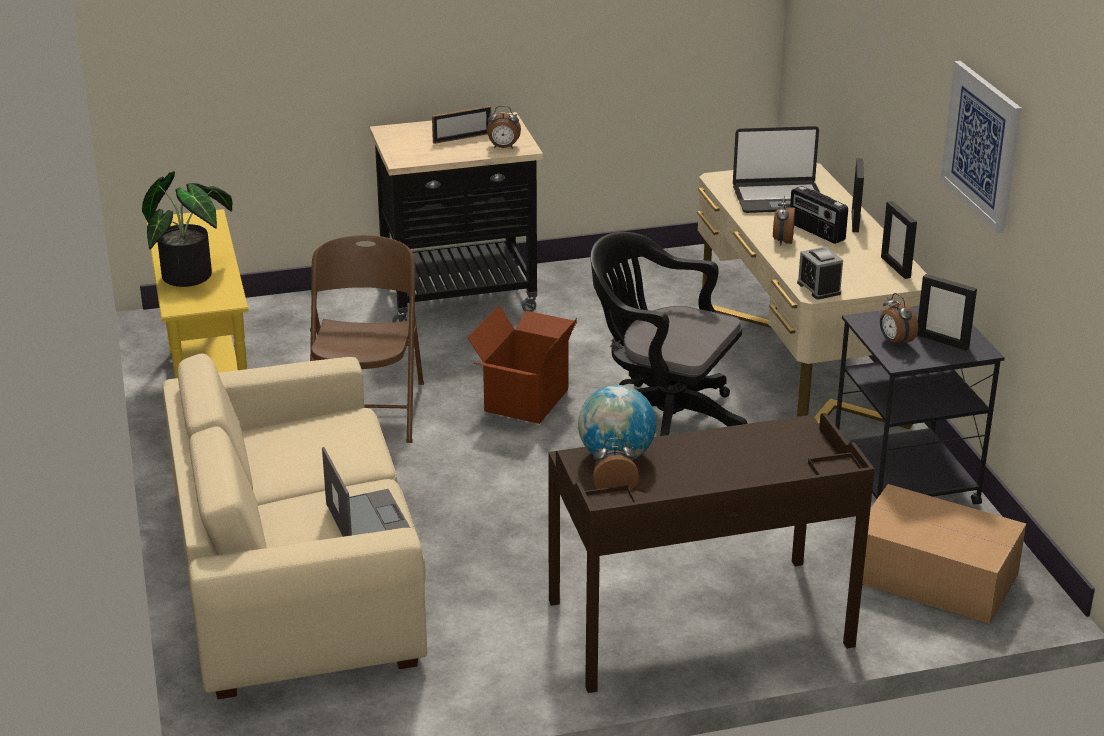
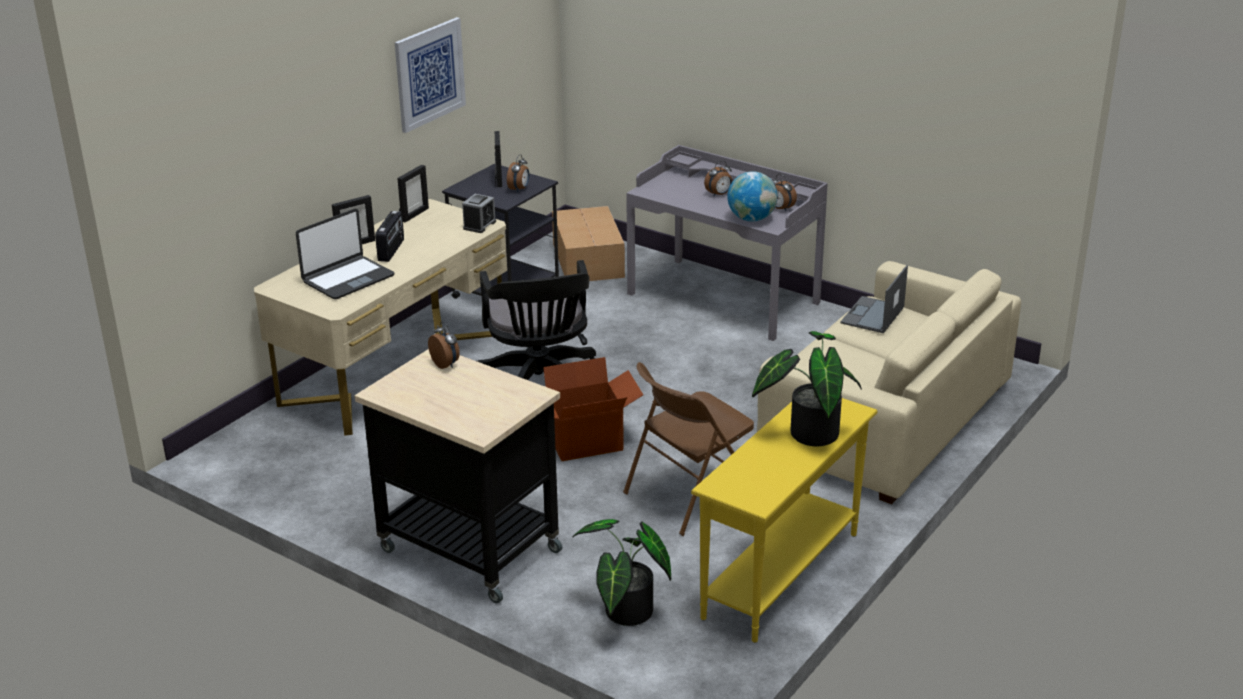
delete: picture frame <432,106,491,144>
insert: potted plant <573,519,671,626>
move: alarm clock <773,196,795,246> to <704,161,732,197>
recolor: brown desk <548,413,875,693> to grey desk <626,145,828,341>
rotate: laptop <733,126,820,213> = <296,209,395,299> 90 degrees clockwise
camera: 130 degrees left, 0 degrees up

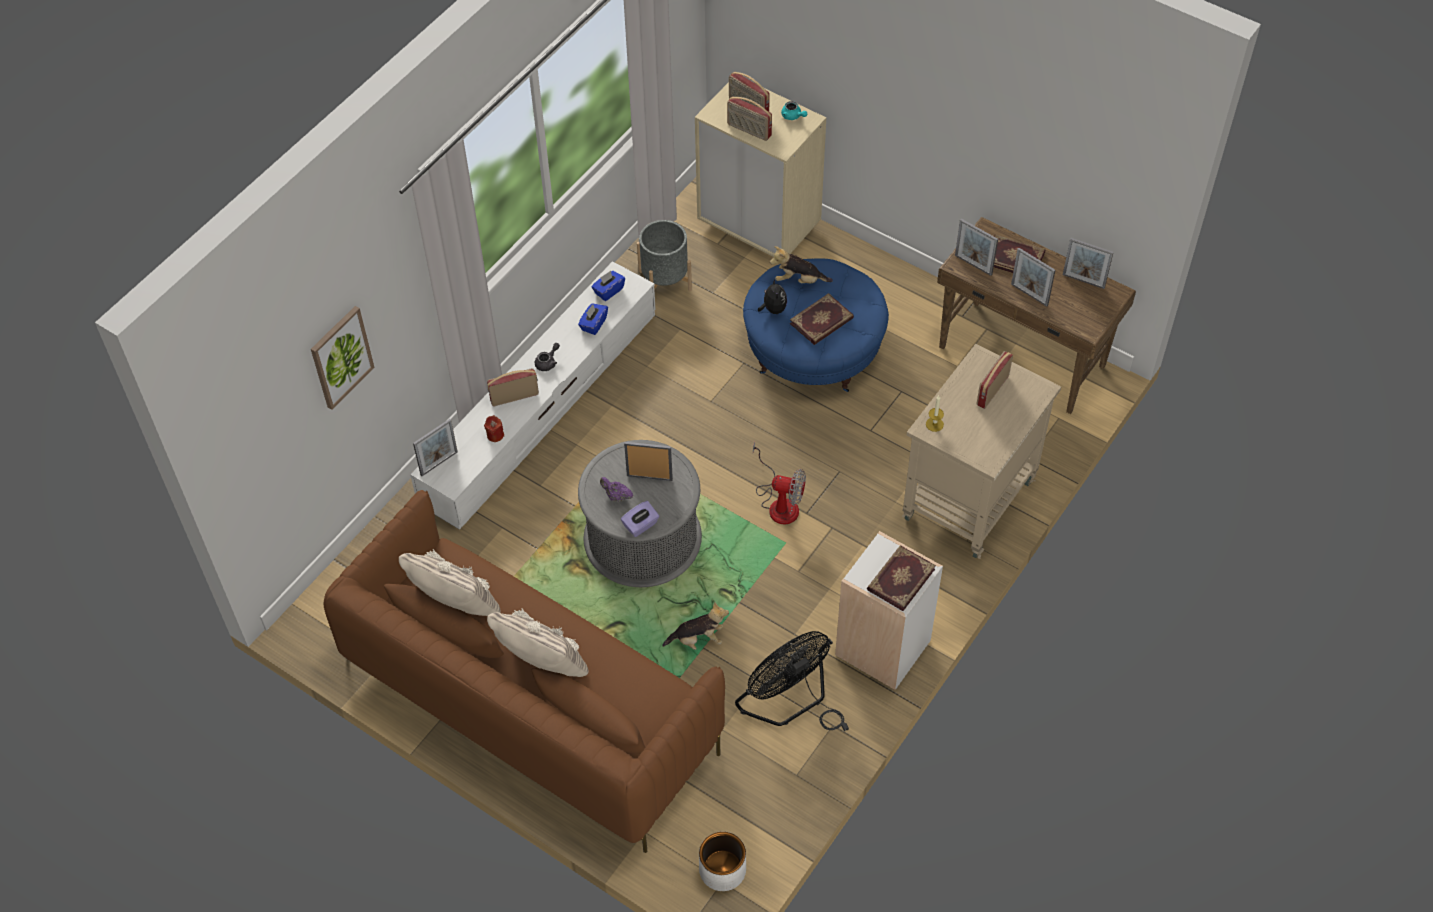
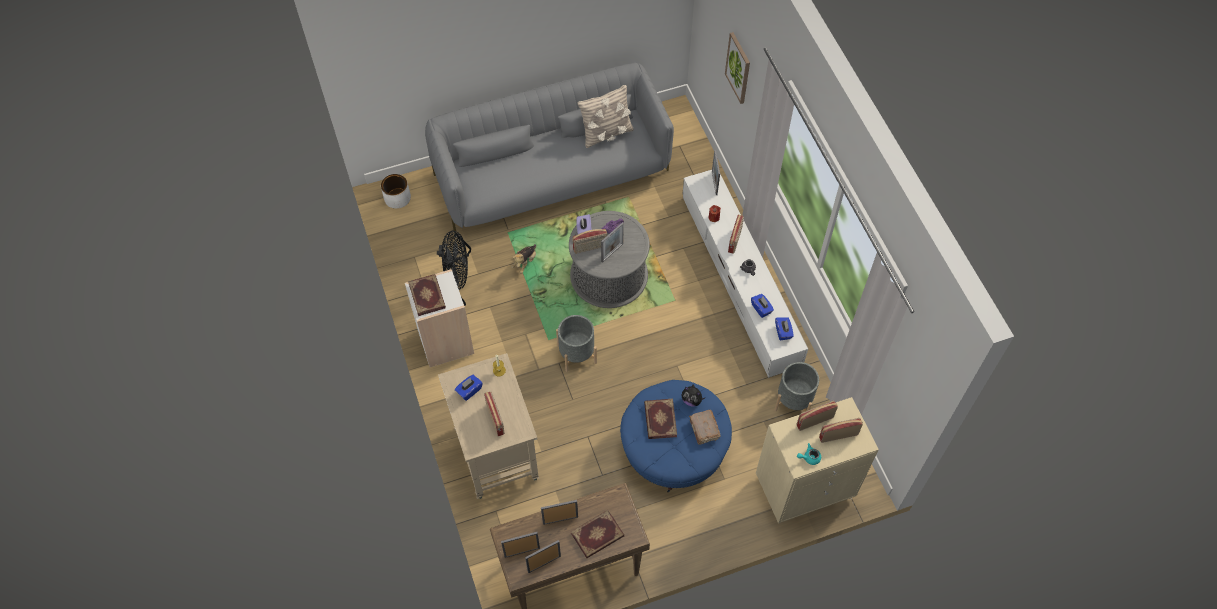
delete: beige pillow <487,609,588,677>
insert: blue tissue box <455,375,483,401>; radio <572,229,607,254>
move: picture frame <955,219,998,276> to <501,532,540,558>
replace: fan <753,442,806,525> to grey planter <556,315,597,372>; plush toy <770,246,833,284> to brown book <689,410,721,444>
recolor: brown sofa <324,490,725,853> to grey sofa <425,63,674,233>
camera: 125 degrees right, 5 degrees up

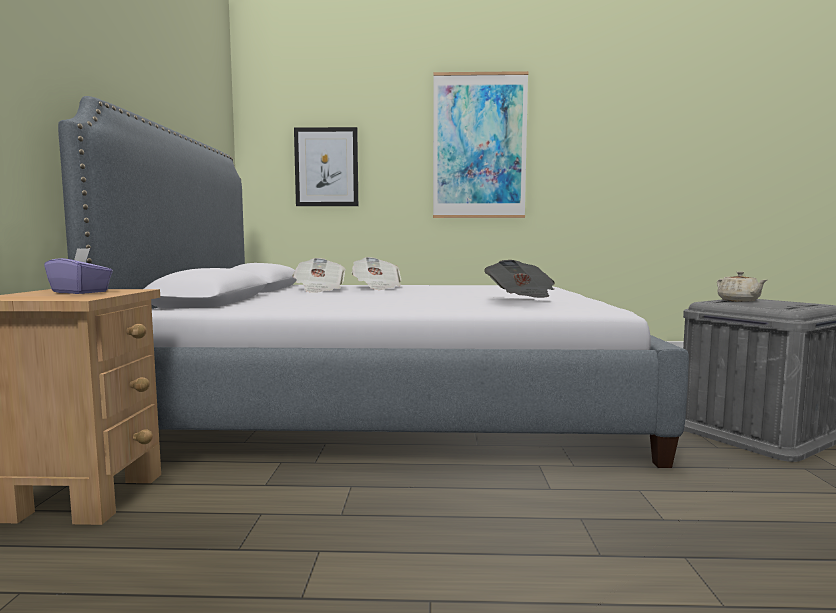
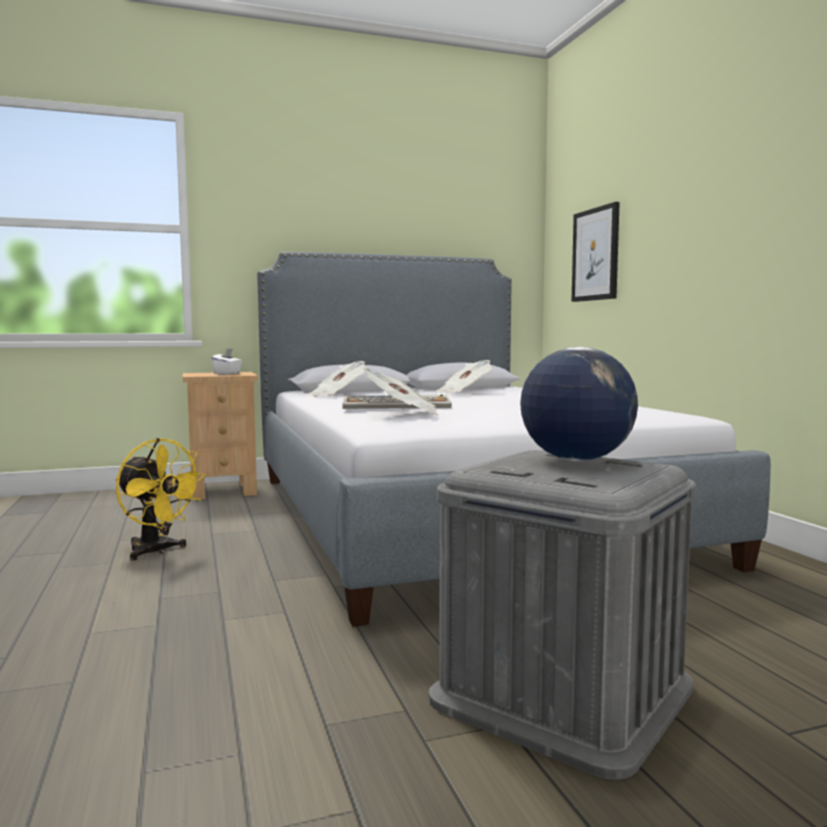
delete: picture <433,71,528,218>
insert: yellow fan <116,438,206,561>; keyboard <343,395,452,409>
move: newspaper <352,257,401,290> to <308,361,368,397>
replace: beige teapot <717,271,767,302> to globe <520,347,638,461>
recolor: purple tissue box <44,248,113,294> to white tissue box <211,349,242,374>
camera: 70 degrees right, 0 degrees up

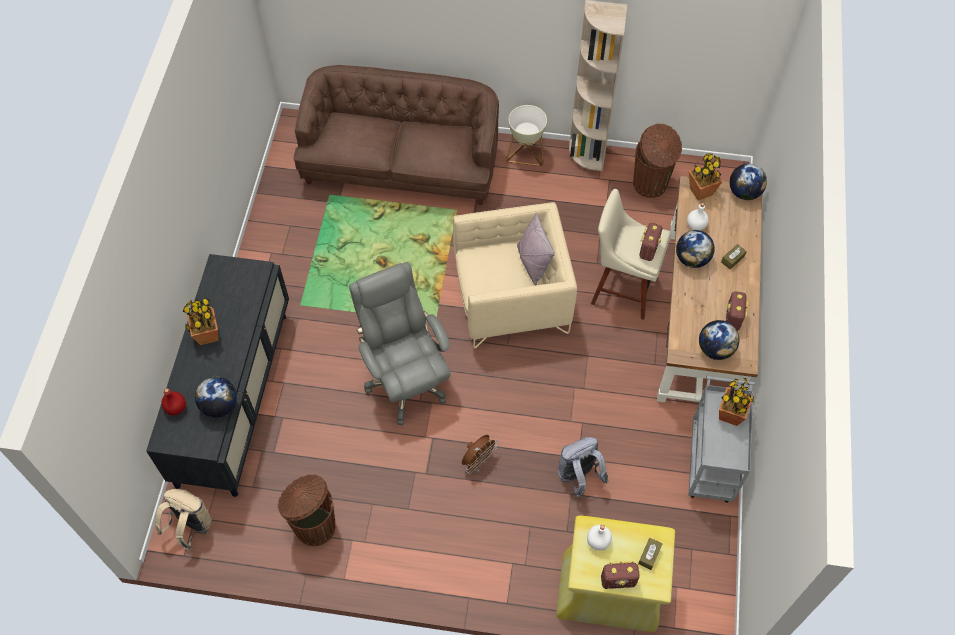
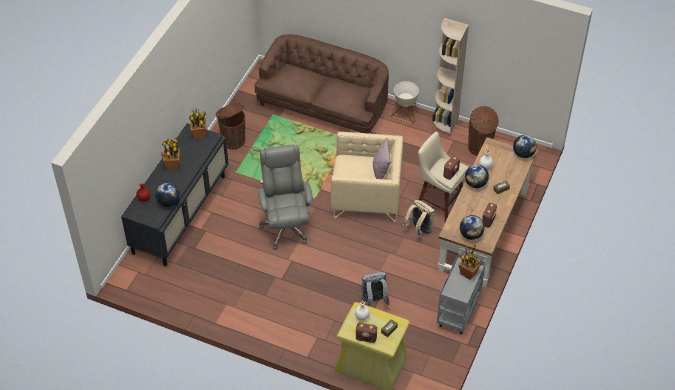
delete: brown fan <462,435,498,474>
move: beige backpack <155,489,212,550> to <403,200,435,238>; brown trash can <278,474,336,546> to <216,103,245,149>; potted plant <689,153,722,200> to <189,108,207,139>
camera: 15 degrees right, 10 degrees down

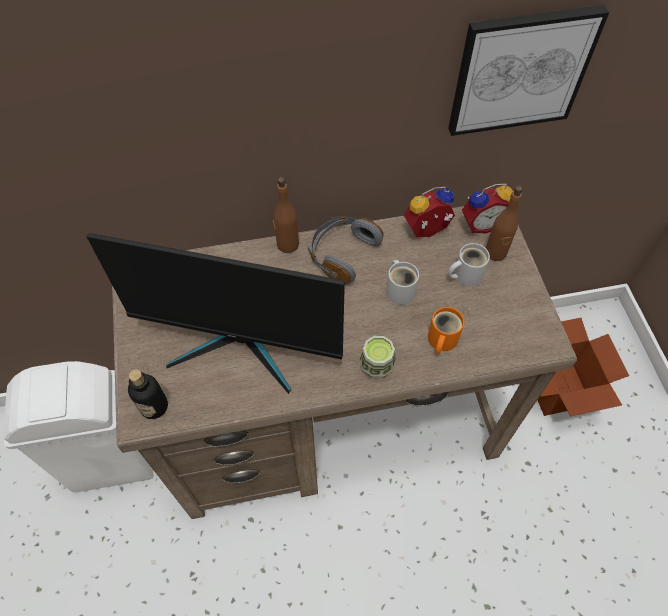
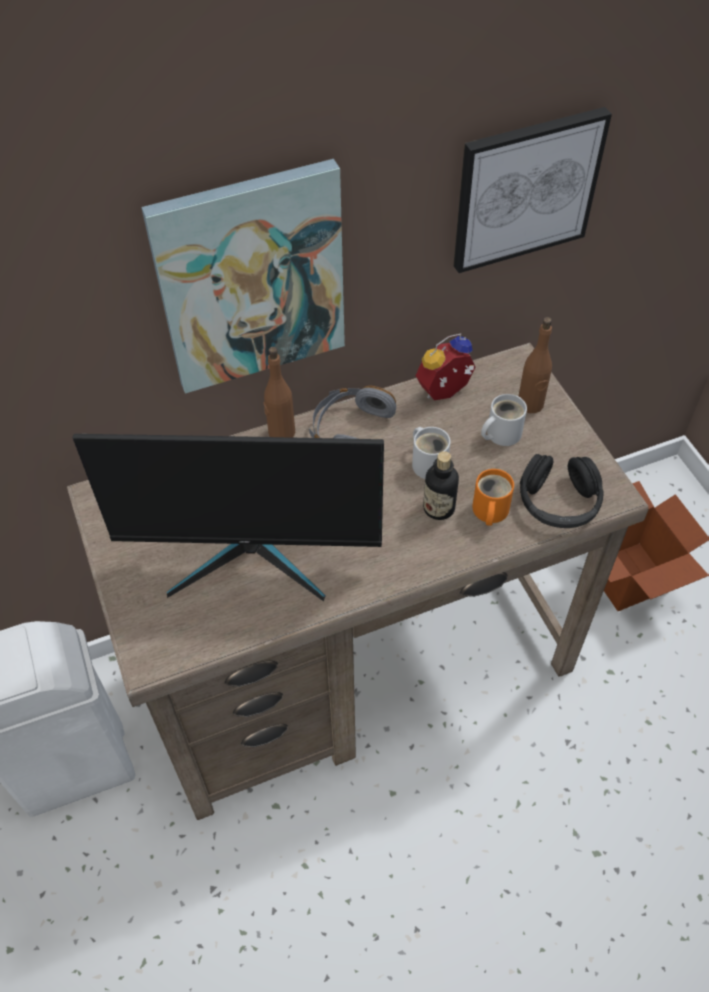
delete: cup <359,336,395,378>; alarm clock <462,184,513,233>
insert: picture <141,159,345,393>; black headphones <520,454,604,528>
move: bottle <128,369,168,419> to <423,451,459,520>
camera: 10 degrees left, 5 degrees down

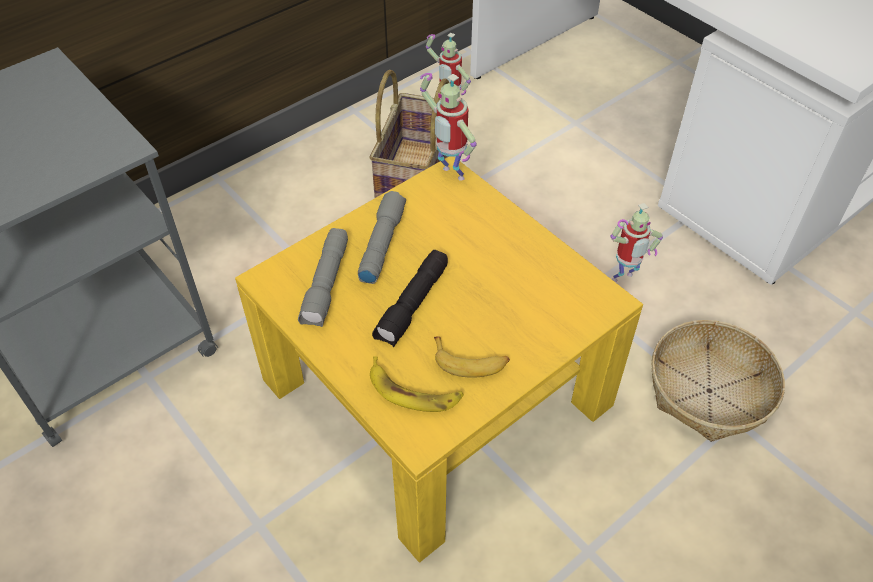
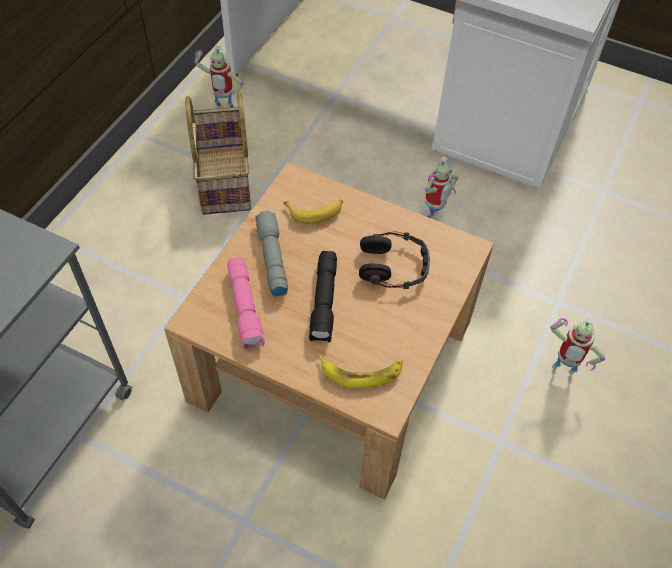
delete: basket <651,320,785,442>
insert: headphones <359,232,430,289>
move: toy robot <420,73,477,181> to <550,317,605,374>; banana <434,336,510,378> to <283,200,343,224>
recolor: yellow coffee table <235,157,643,562> to brown coffee table <164,162,494,500>; grey flashlight <298,228,348,327> to pink flashlight <227,257,265,350>
camera: 25 degrees left, 5 degrees up

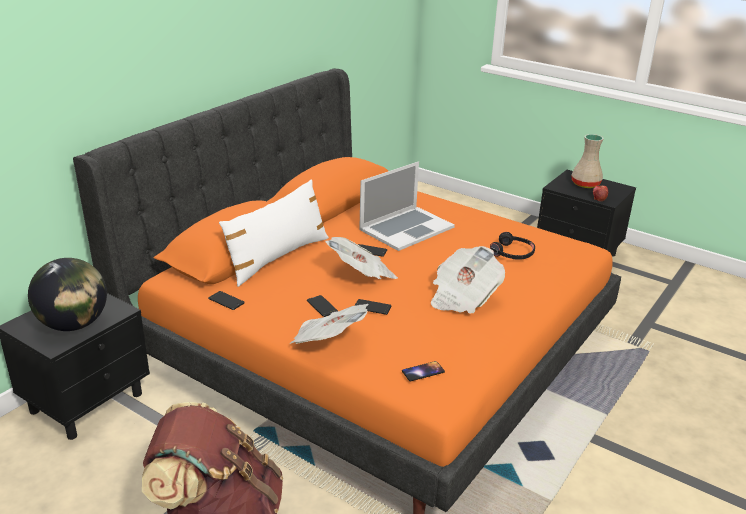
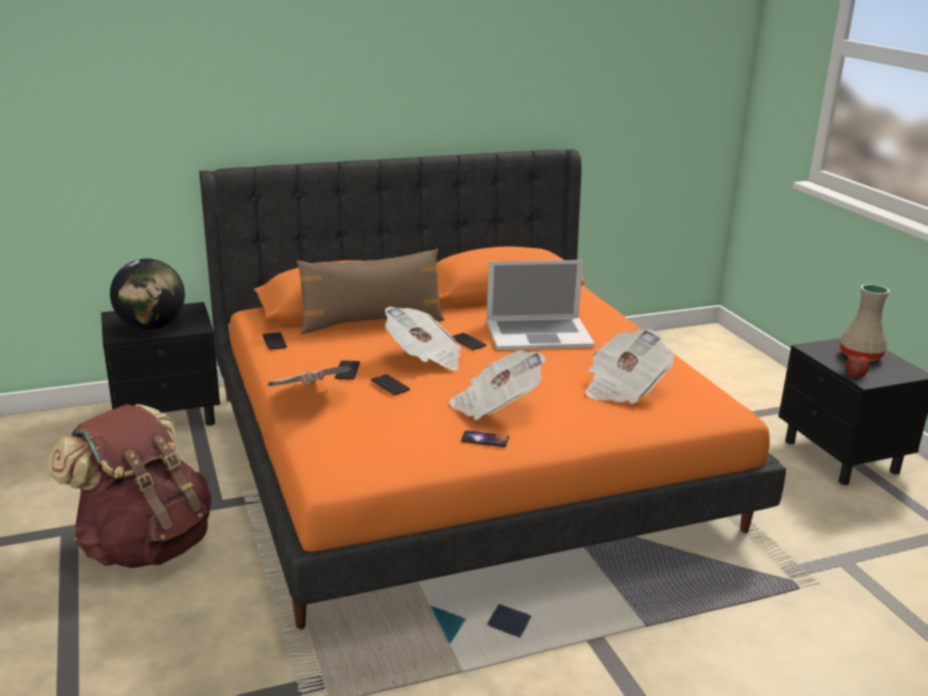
move: phone <402,361,445,381> to <461,431,509,447>
replace: black headphones <490,232,535,260> to newspaper <586,329,674,403>
recolor: white pillow <219,179,329,287> to brown pillow <297,249,445,334>
camera: 35 degrees right, 5 degrees down

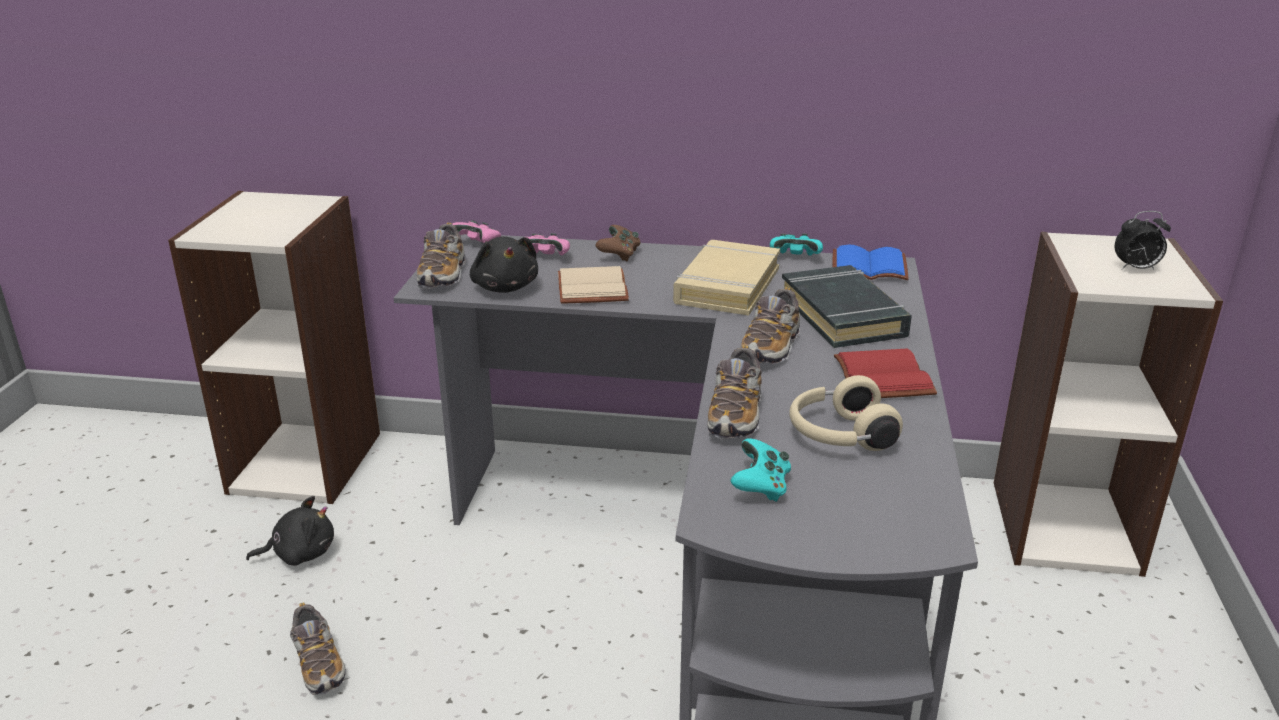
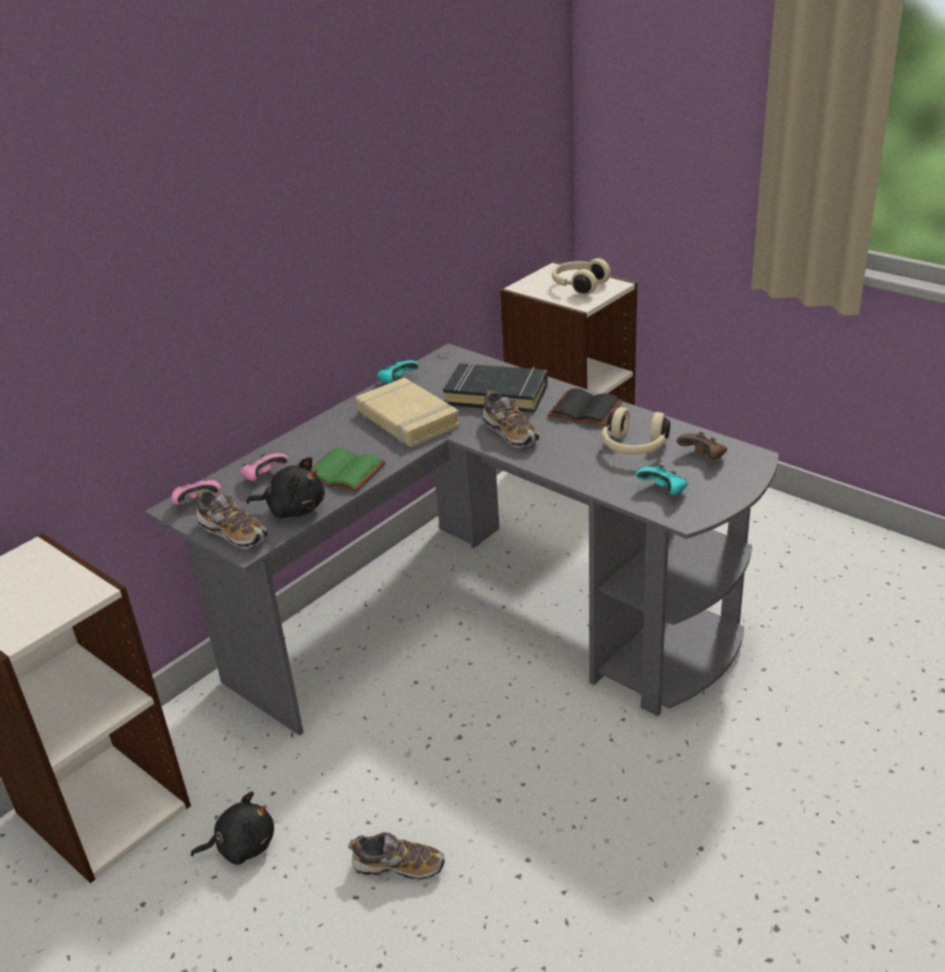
delete: shoe <707,345,762,440>; blue book <832,245,909,280>
move: brown game controller <595,225,641,261> to <677,432,727,460>
replace: alarm clock <1115,211,1171,270> to beige headphones <552,258,611,295>
recolor: beige book <558,266,629,304> to green book <311,448,386,492>; red book <834,348,937,398> to black book <547,388,623,427>
rotate: black plush toy <246,496,334,566> = <191,791,274,865> 60 degrees clockwise
camera: 55 degrees left, 5 degrees up

